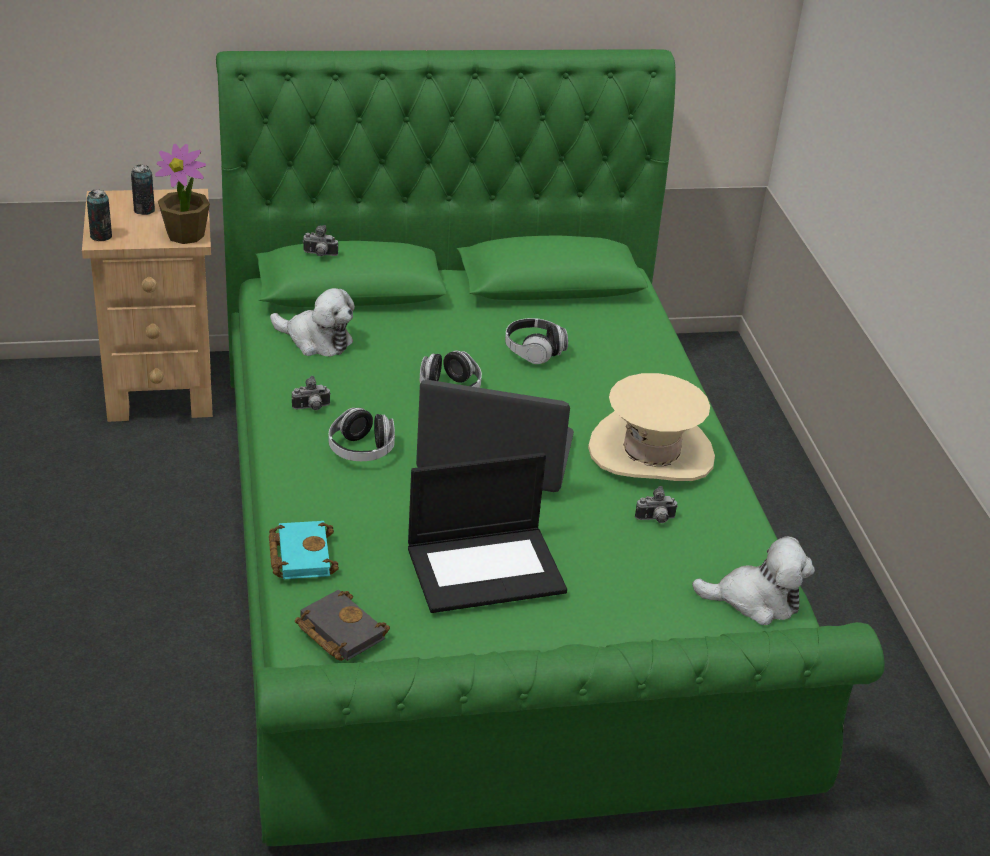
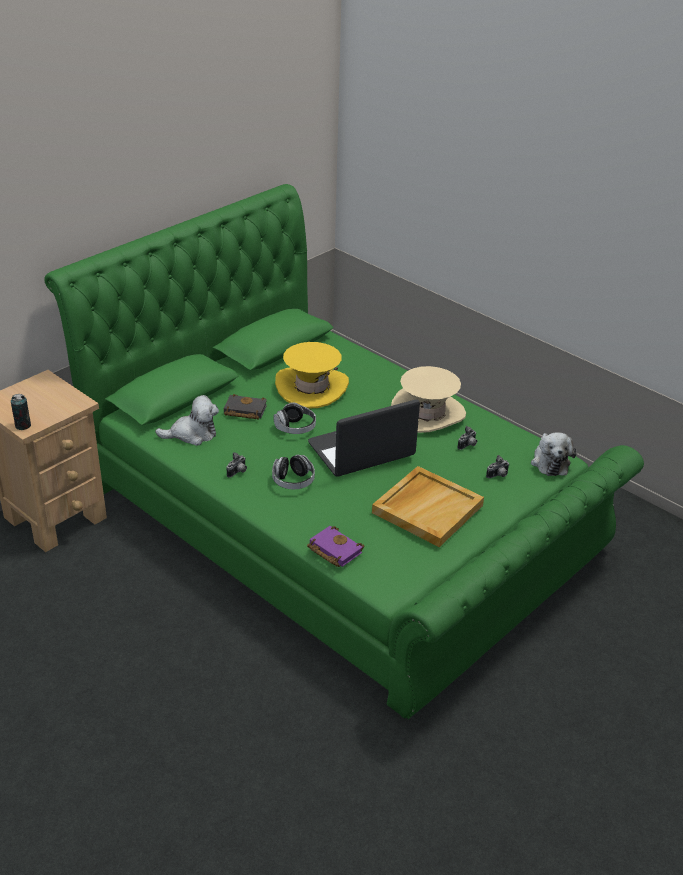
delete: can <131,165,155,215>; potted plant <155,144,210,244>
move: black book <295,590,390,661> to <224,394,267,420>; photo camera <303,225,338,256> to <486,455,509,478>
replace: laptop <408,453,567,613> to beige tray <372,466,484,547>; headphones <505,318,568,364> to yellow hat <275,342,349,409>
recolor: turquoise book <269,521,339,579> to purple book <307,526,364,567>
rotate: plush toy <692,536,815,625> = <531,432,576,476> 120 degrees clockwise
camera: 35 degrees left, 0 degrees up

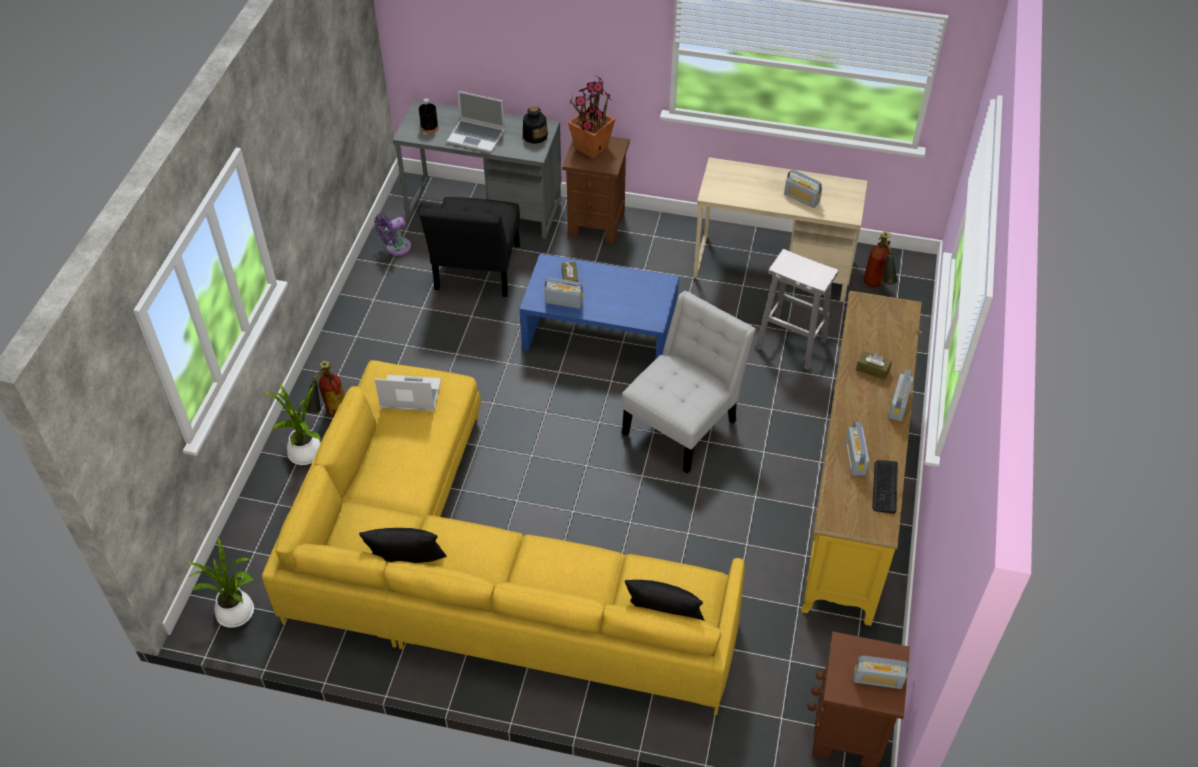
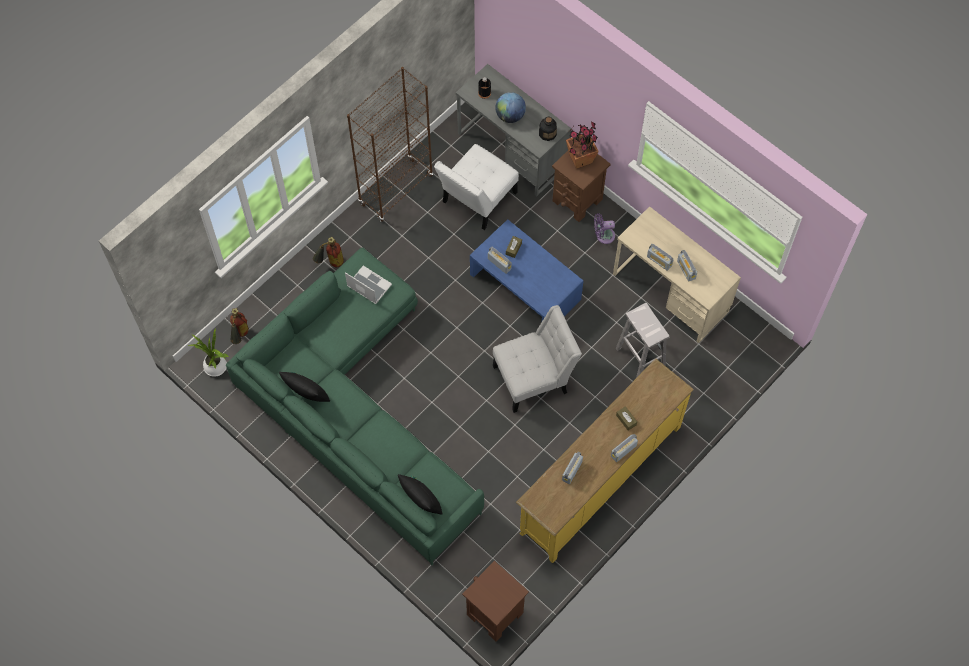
delete: potted plant <262,382,321,465>; keyboard <872,460,898,514>
insert: brown bookcase <347,67,433,222>
move: purple fan <374,214,411,256> to <594,213,615,244>; radio <854,656,908,689> to <647,244,674,271>; fire extinguisher <864,231,898,288> to <230,308,249,344>
replace: laptop <447,91,505,153> to globe <495,92,526,123>
recolor: yellow sofa <262,360,745,715> to green sofa <226,247,484,565>; black chair <419,197,520,297> to white chair <434,144,519,230>
camera: 30 degrees right, 15 degrees up

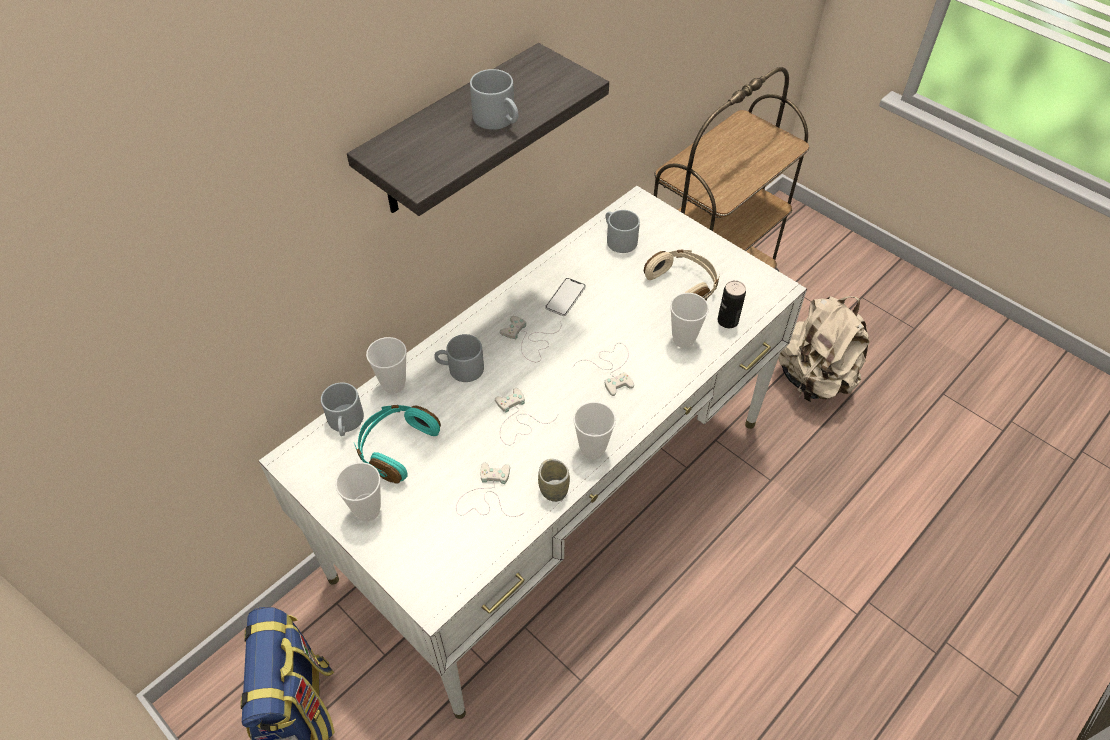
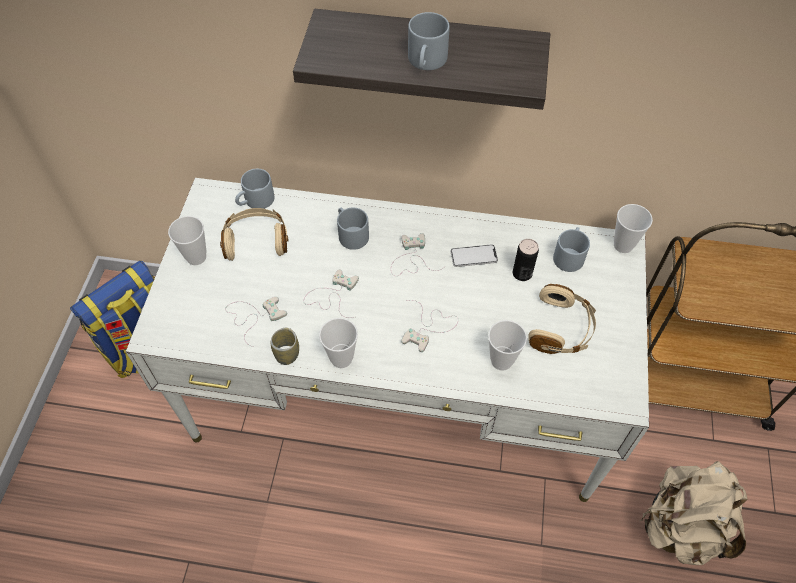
move: cup <366,337,407,394> to <614,204,653,253>; can <717,280,746,328> to <513,239,539,281>
recolor: turquoise headphones <354,405,441,484> to beige headphones <220,208,289,261>
camera: 55 degrees right, 5 degrees up

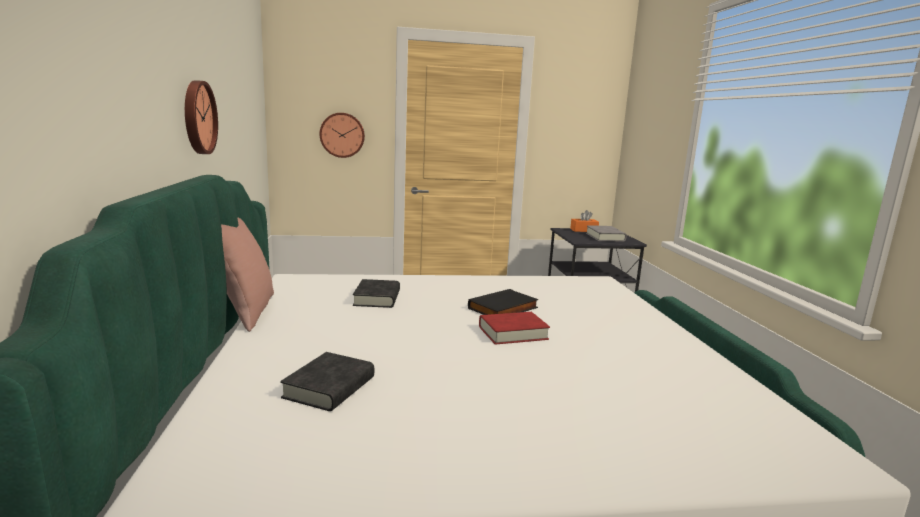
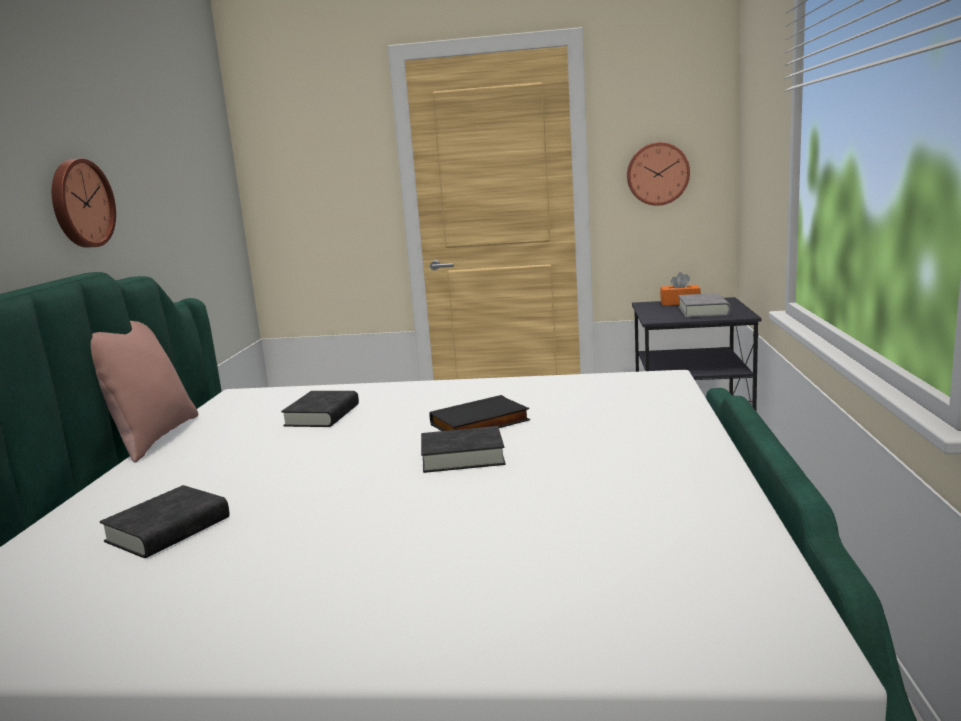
move: wall clock <320,113,365,158> to <627,142,690,206>
recolor: red book <479,312,550,345> to black book <421,426,506,473>
camera: 15 degrees right, 0 degrees up

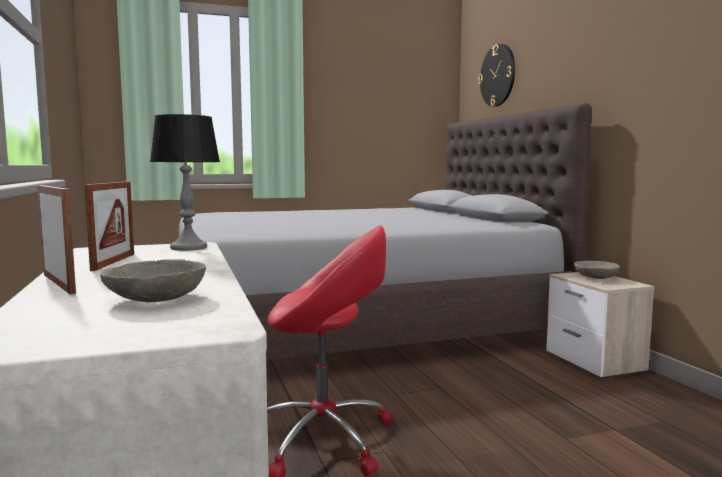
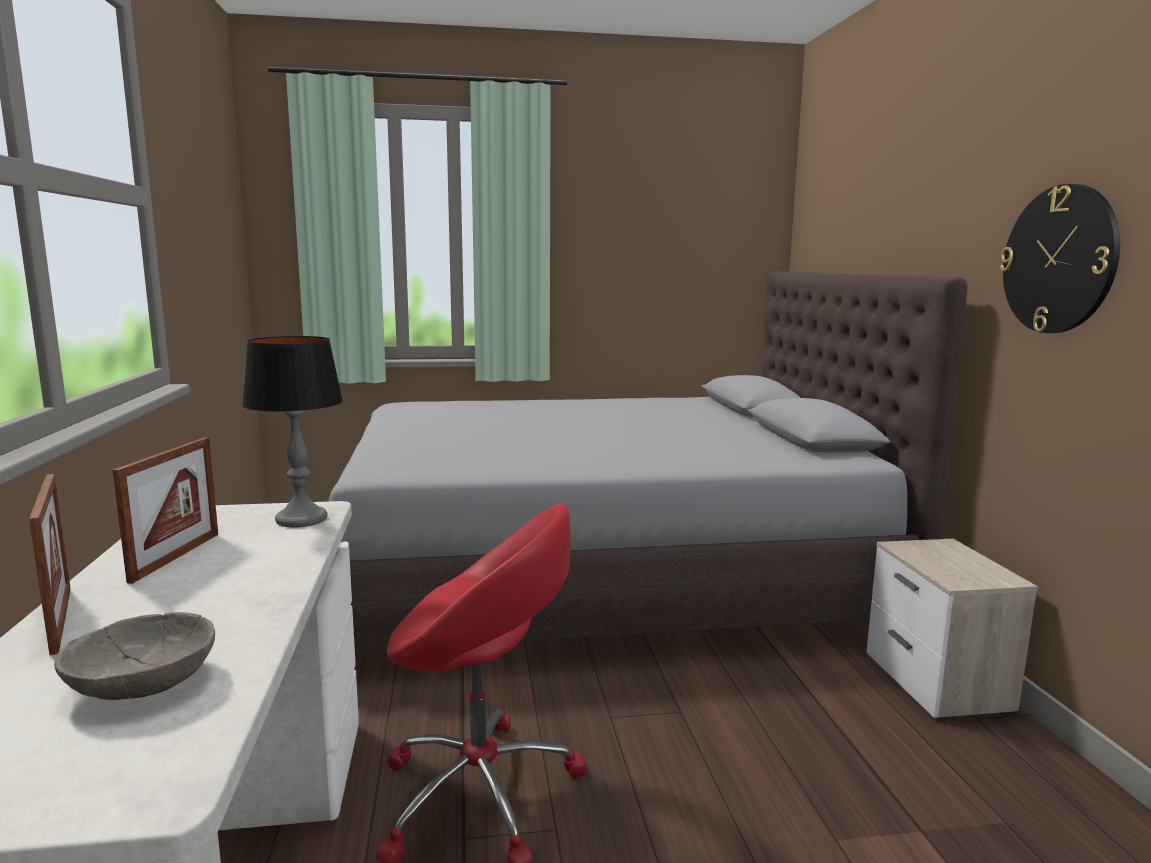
delete: grey bowl <574,261,619,279>
move: wall clock <478,44,515,107> to <1000,184,1120,333>
camera: 10 degrees right, 5 degrees up

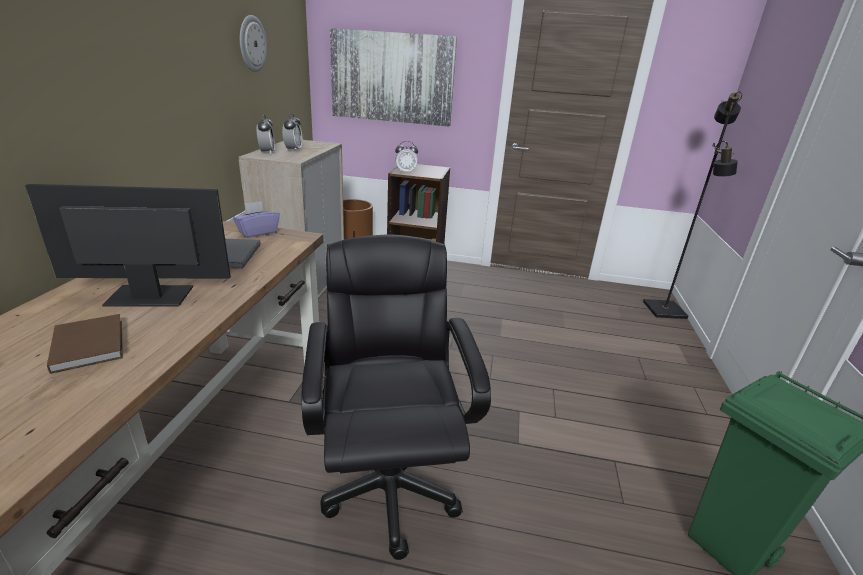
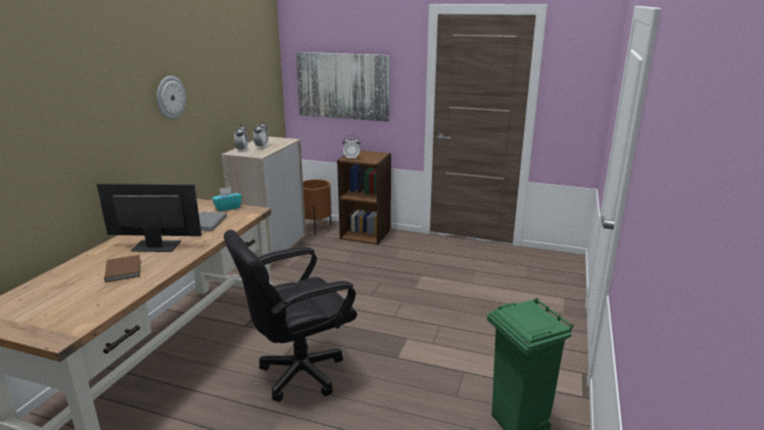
delete: black floor lamp <643,91,742,319>
move: wall clock <240,15,267,72> to <157,76,186,119>
recolor: purple tissue box <233,201,280,238> to turquoise tissue box <212,187,242,211>
rotate: black office chair <302,235,491,560> = <224,230,357,402> 120 degrees counterclockwise
camera: 10 degrees right, 5 degrees down

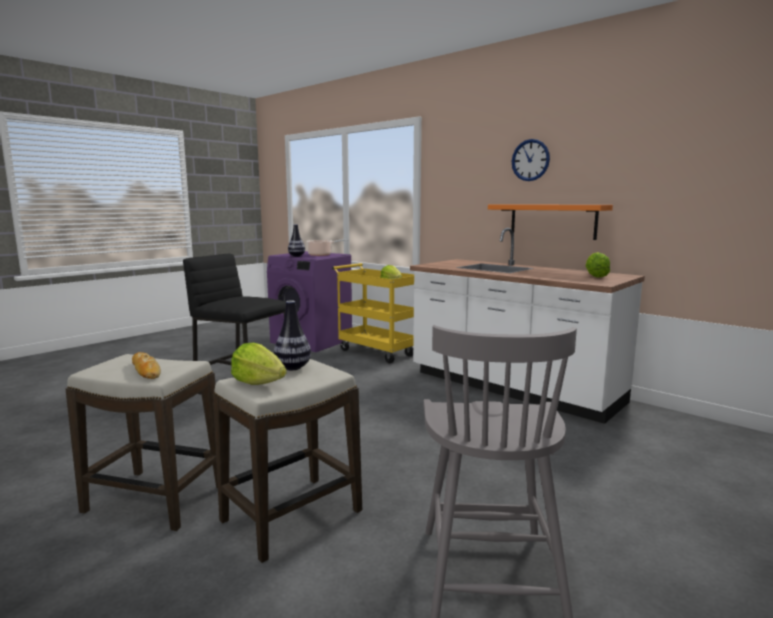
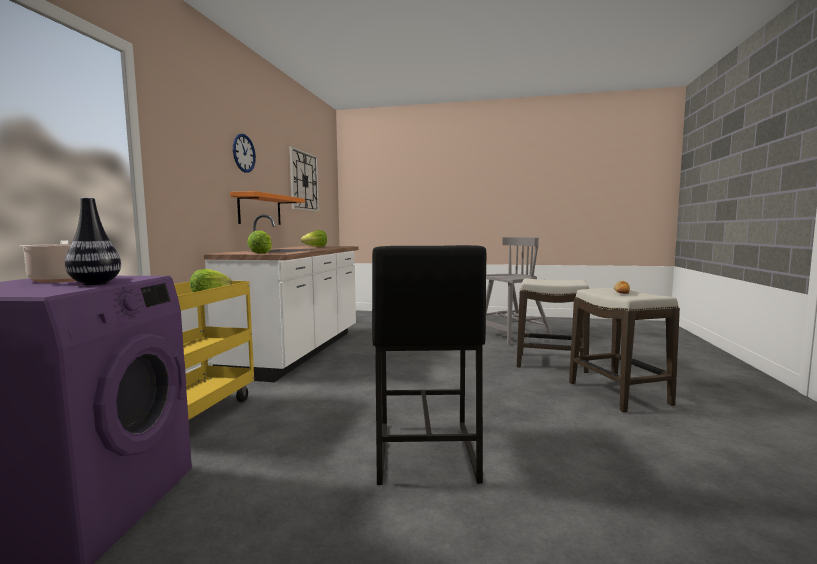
delete: vase <274,301,311,370>
insert: wall clock <289,146,319,212>
move: lettuce <231,343,287,385> to <247,230,272,254>
camera: 120 degrees left, 5 degrees down

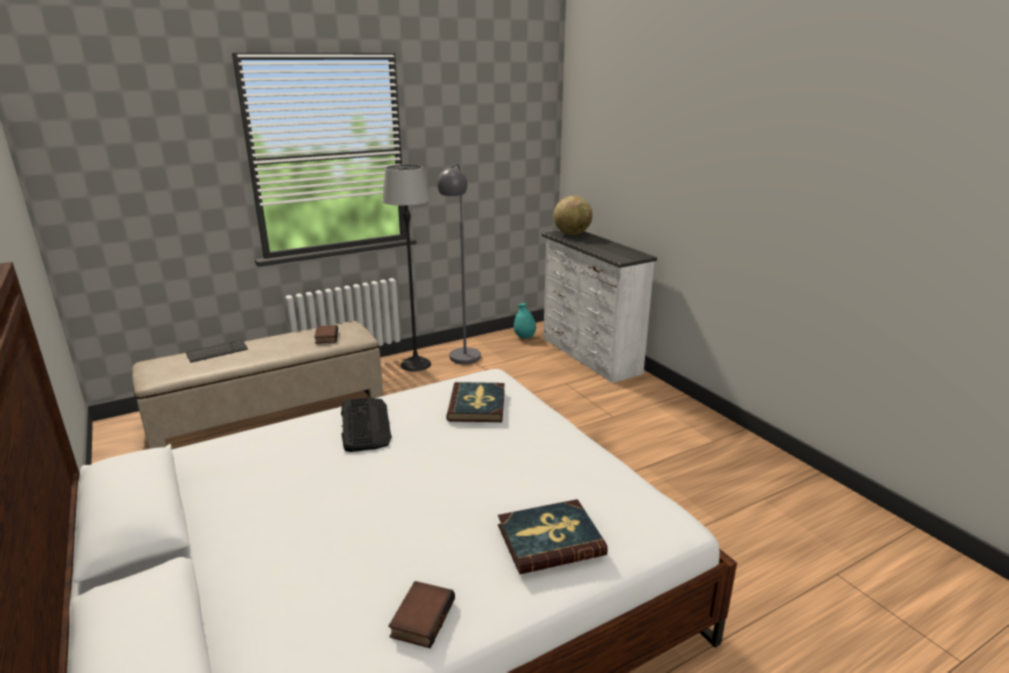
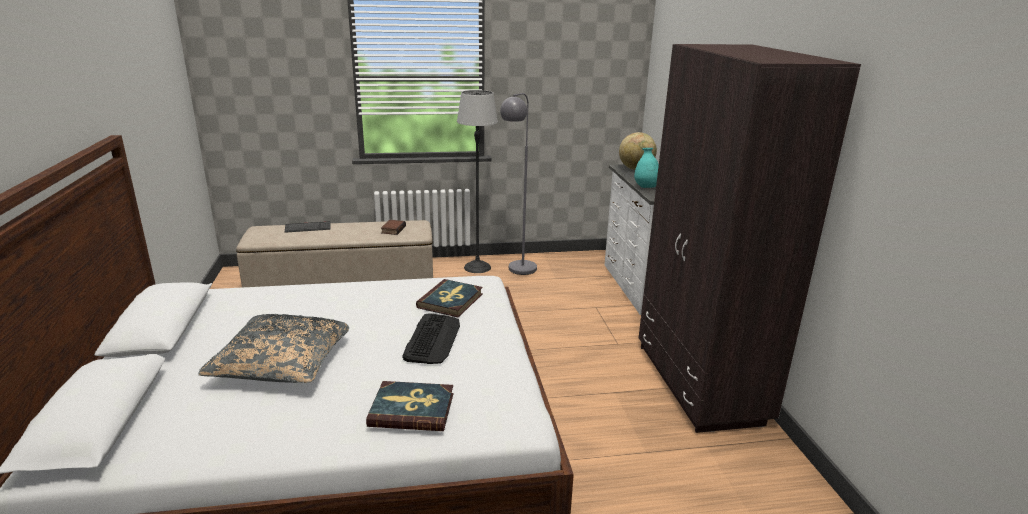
delete: book <389,581,455,648>
insert: grey pillow <198,314,349,383>; brown wardrobe <639,44,861,433>
move: keyboard <341,398,392,452> to <402,313,460,364>; turquoise vase <514,303,536,338> to <634,148,659,188>
camera: 20 degrees right, 0 degrees up

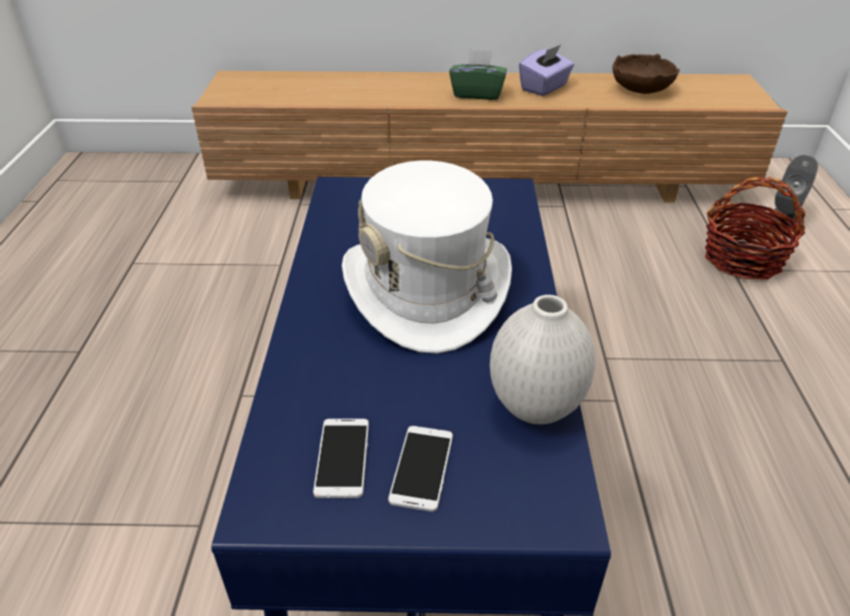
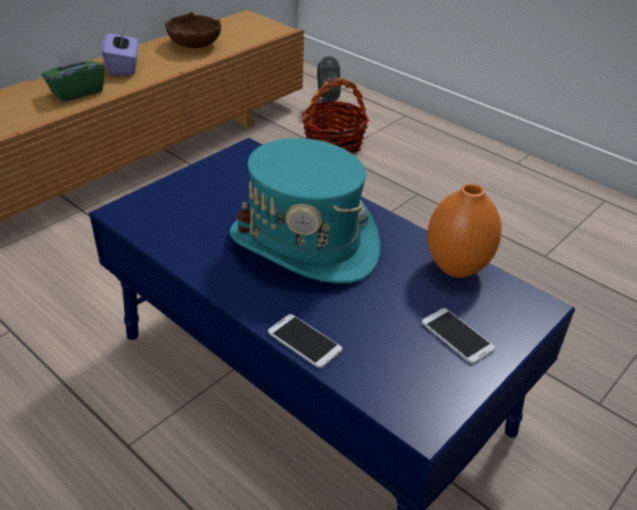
move: phone <313,419,369,498> to <268,314,343,368>
recolor: white hat <342,160,512,354> to turquoise hat <230,138,380,284>; white vase <490,295,595,424> to orange vase <427,184,502,278>
camera: 50 degrees left, 0 degrees up

